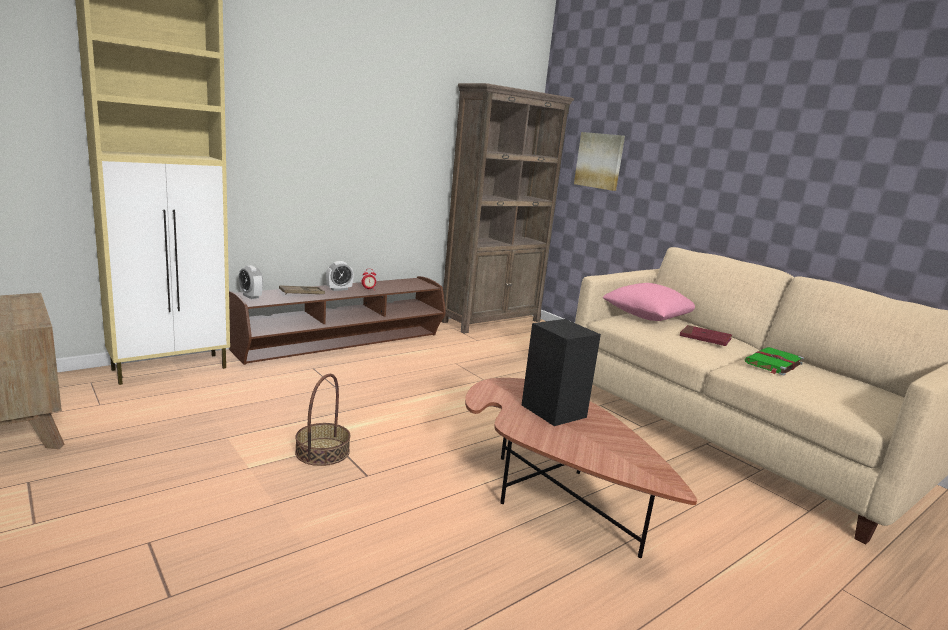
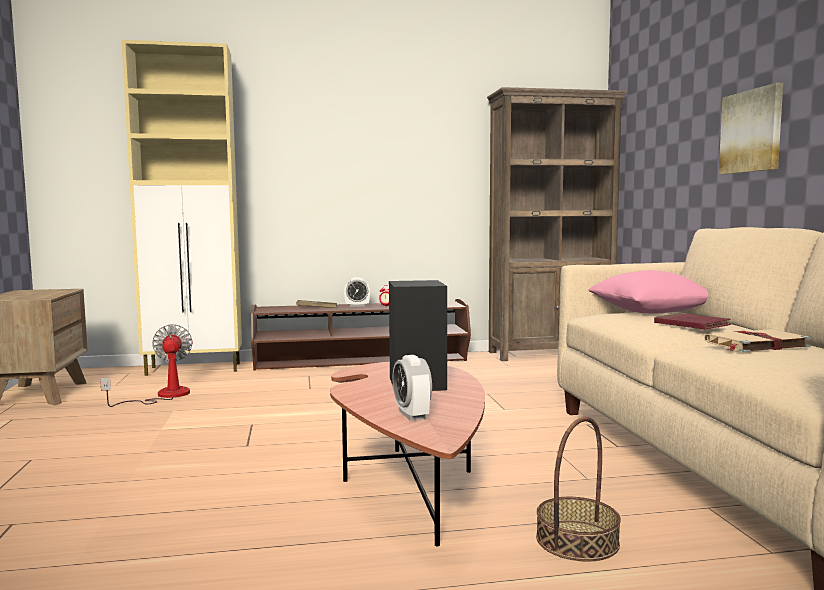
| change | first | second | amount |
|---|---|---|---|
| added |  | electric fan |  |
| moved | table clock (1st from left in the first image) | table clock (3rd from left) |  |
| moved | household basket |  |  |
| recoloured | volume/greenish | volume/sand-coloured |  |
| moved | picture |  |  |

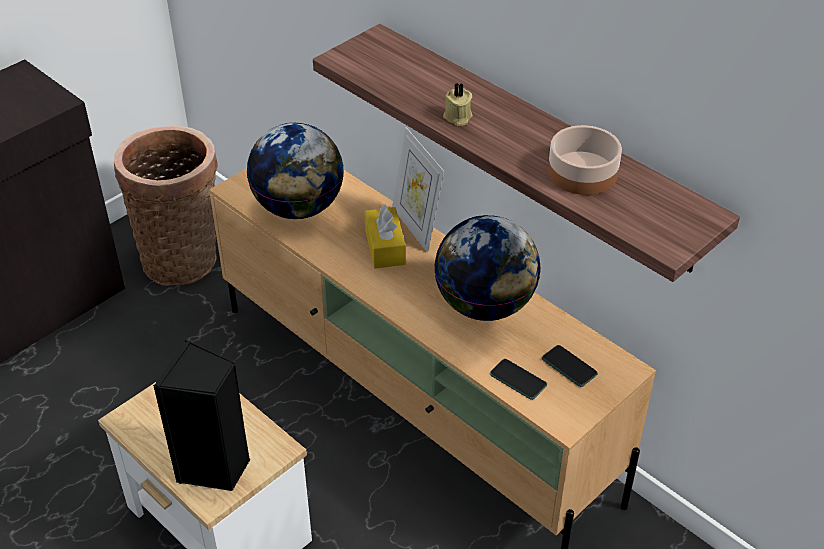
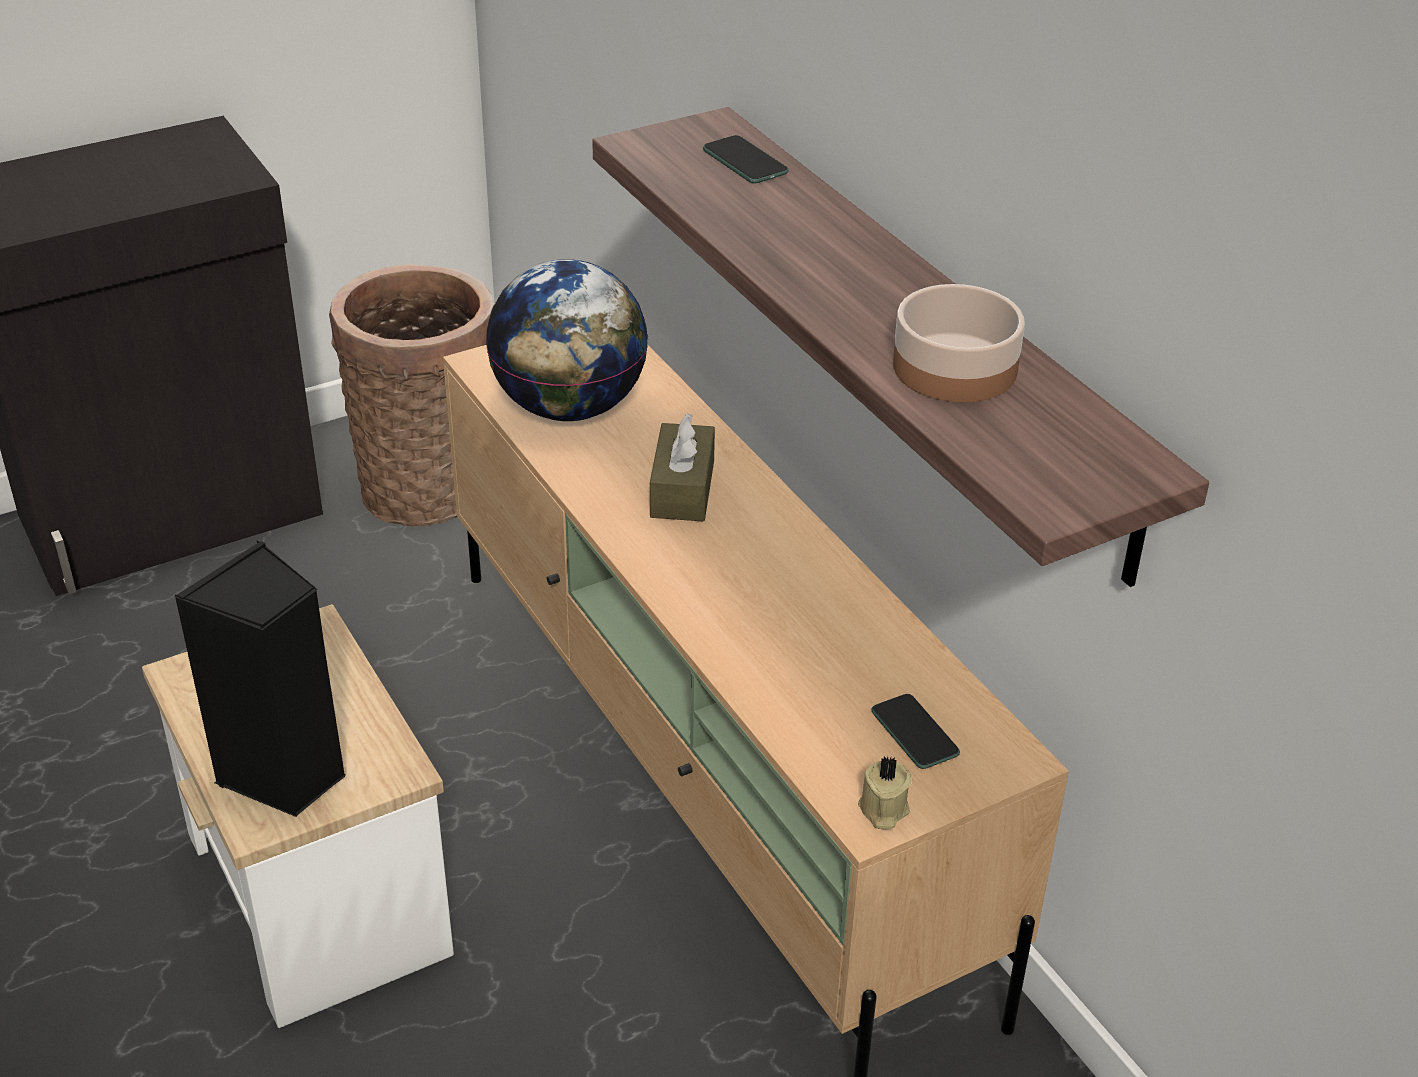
| change | first | second | amount |
|---|---|---|---|
| recoloured | tissue box/yellowish | tissue box/brown-coloured |  |
| moved | phone (1st from left) |  |  |
| moved | wax candle/sand-coloured |  |  |
| removed | photo frame |  |  |
| removed | world globe (2nd from left) |  |  |

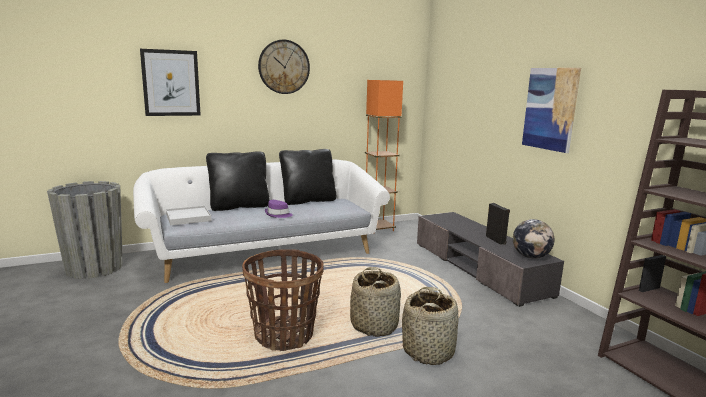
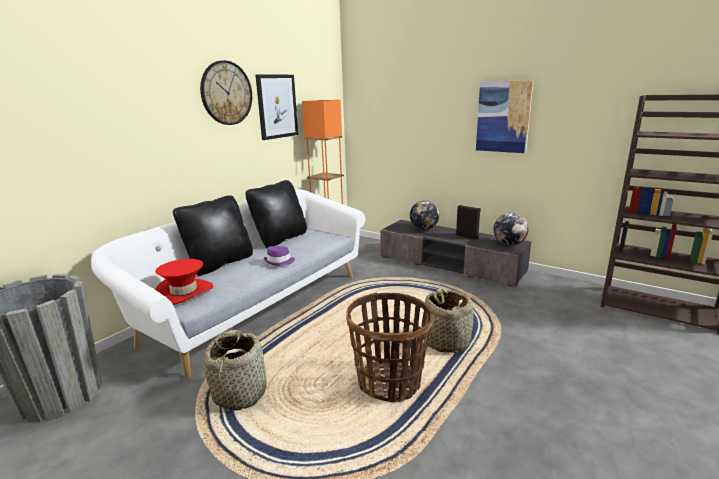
| change | first | second | amount |
|---|---|---|---|
| replaced | carrying tray/white-coloured | hat/reddish |  |
| moved | household basket (3rd from left in the first image) | household basket (1st from left) |  |
| moved | picture (1st from left) |  |  |
| added |  | world globe (1st from left) |  |

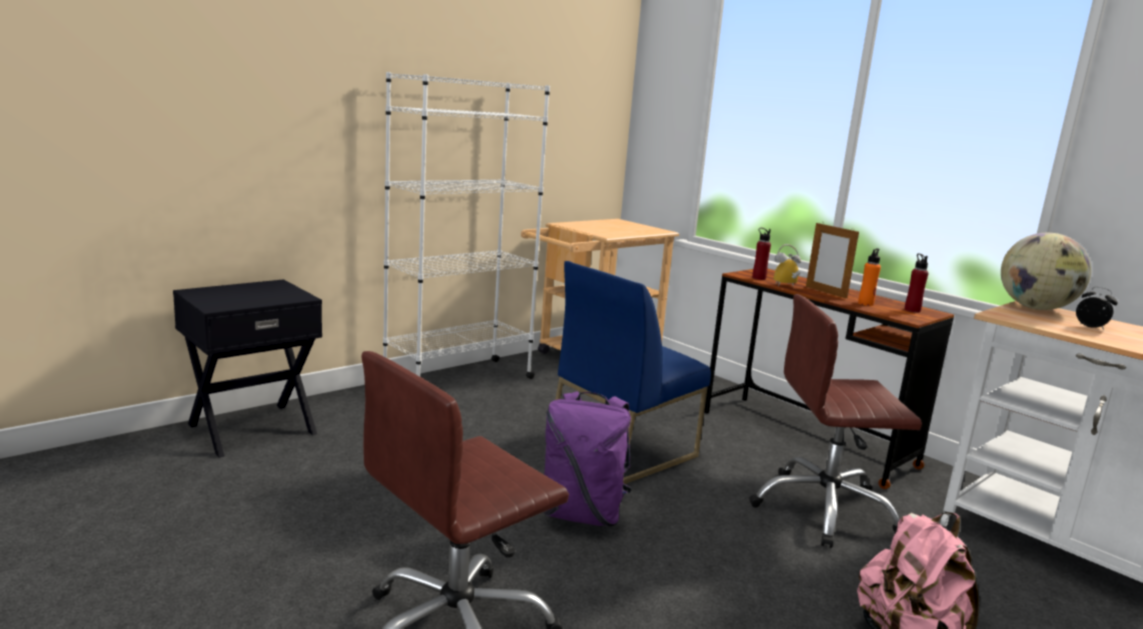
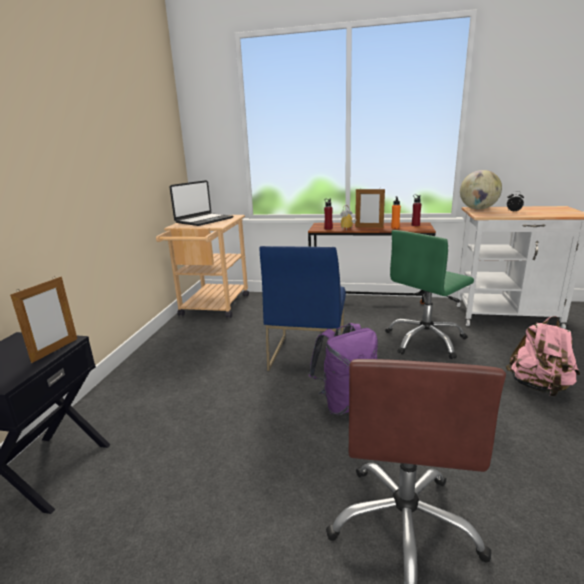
| change | first | second | amount |
|---|---|---|---|
| added |  | photo frame (1st from left) |  |
| added |  | notebook computer |  |
| recoloured | desk chair/brown-coloured (2nd from left) | desk chair/greenish |  |
| removed | bookcase/white-coloured |  |  |

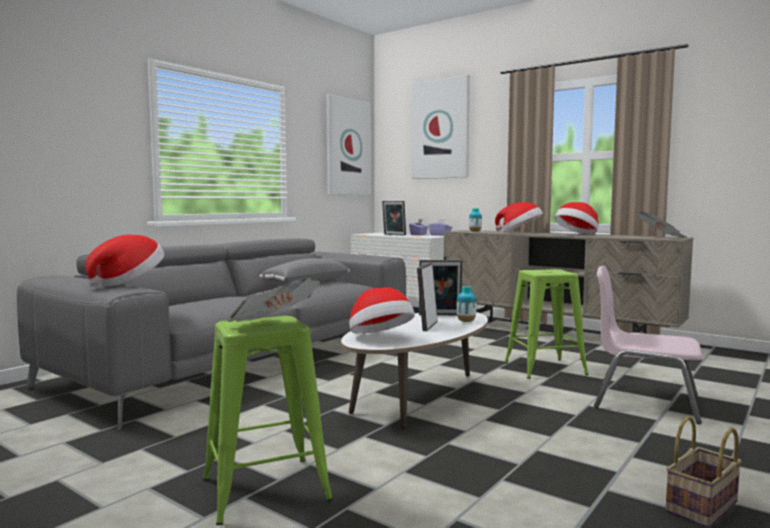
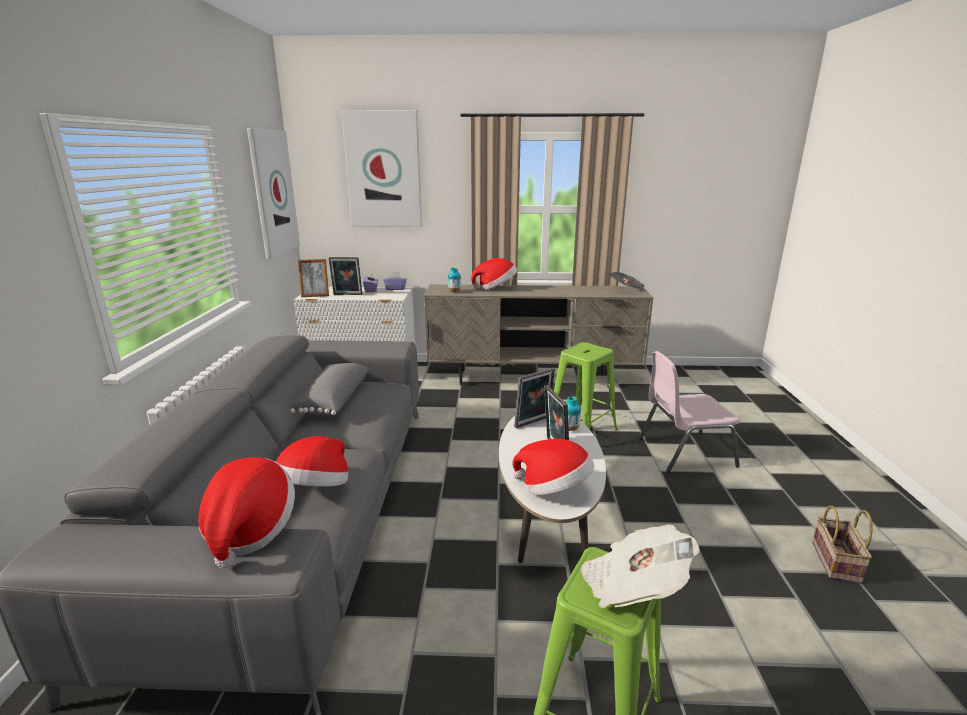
| change | first | second | amount |
|---|---|---|---|
| moved | hat (4th from left in the first image) | hat (2nd from left) |  |
| added |  | photo frame (1st from left) |  |

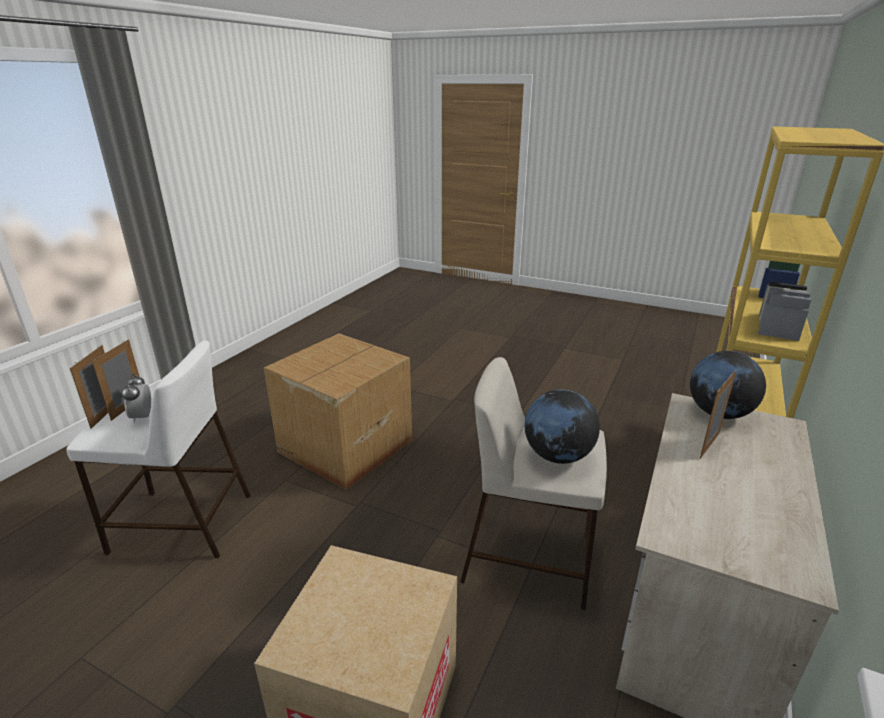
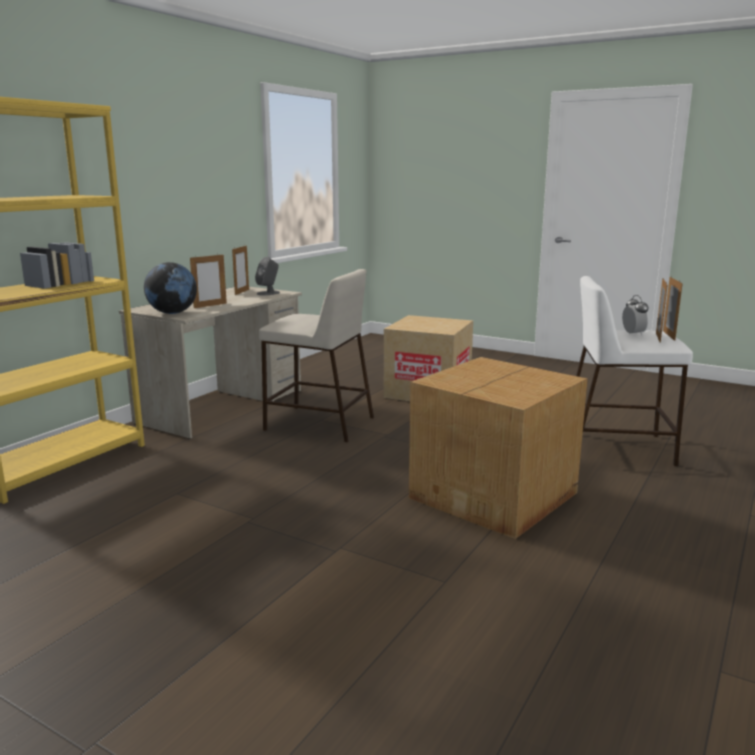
| change | first | second | amount |
|---|---|---|---|
| added |  | photo frame (2nd from left) |  |
| added |  | audio speaker/greyish |  |
| removed | world globe (1st from left) |  |  |

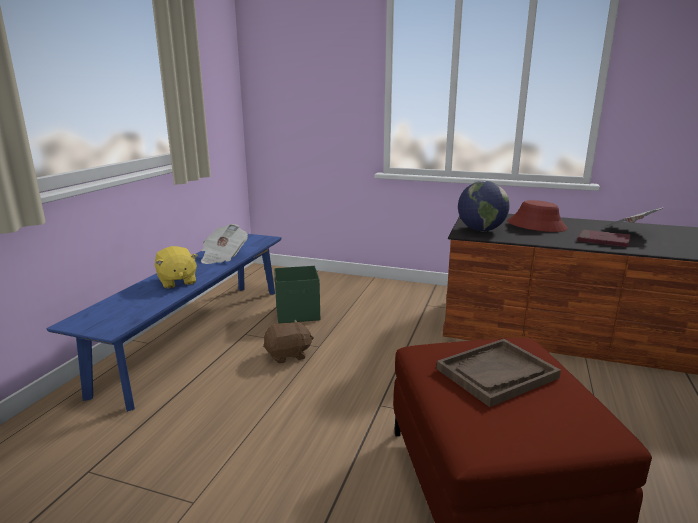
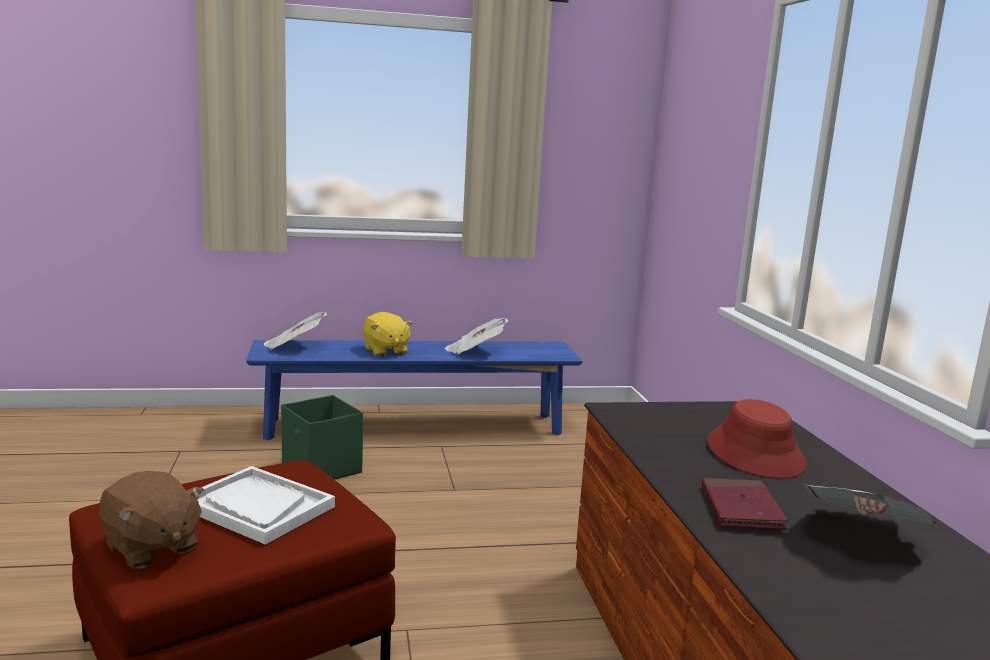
| change | first | second | amount |
|---|---|---|---|
| moved | plush toy/brown-coloured |  |  |
| recoloured | carrying tray/brown-coloured | carrying tray/white-coloured |  |
| added |  | daily paper (1st from left) |  |
| moved | storage box/greenish |  |  |
| turned | plush toy/yellowish |  | 60 degrees counterclockwise |
| removed | world globe |  |  |

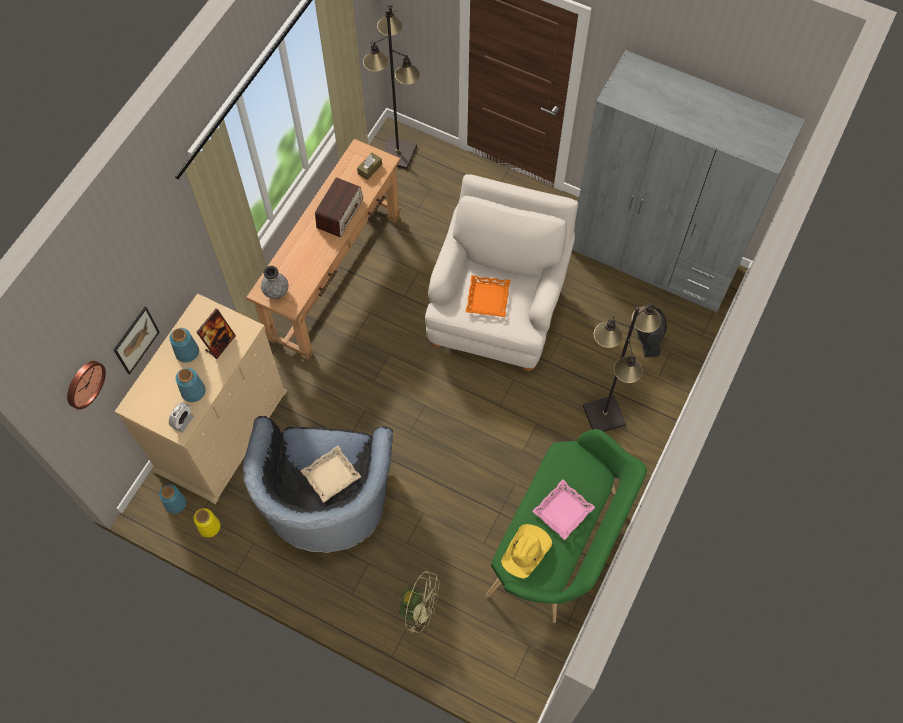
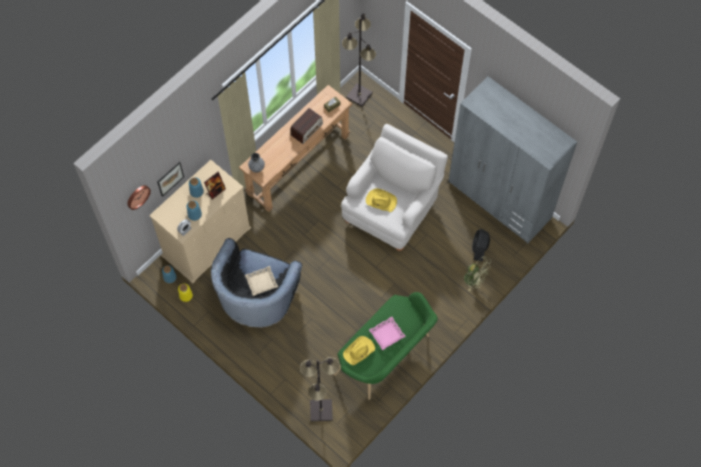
| change | first | second | amount |
|---|---|---|---|
| moved | standing lamp/black (2nd from left in the first image) | standing lamp/black (1st from left) |  |
| replaced | carrying tray/orange | hat/yellowish (2nd from left) |  |
| moved | electric fan/greenish |  |  |

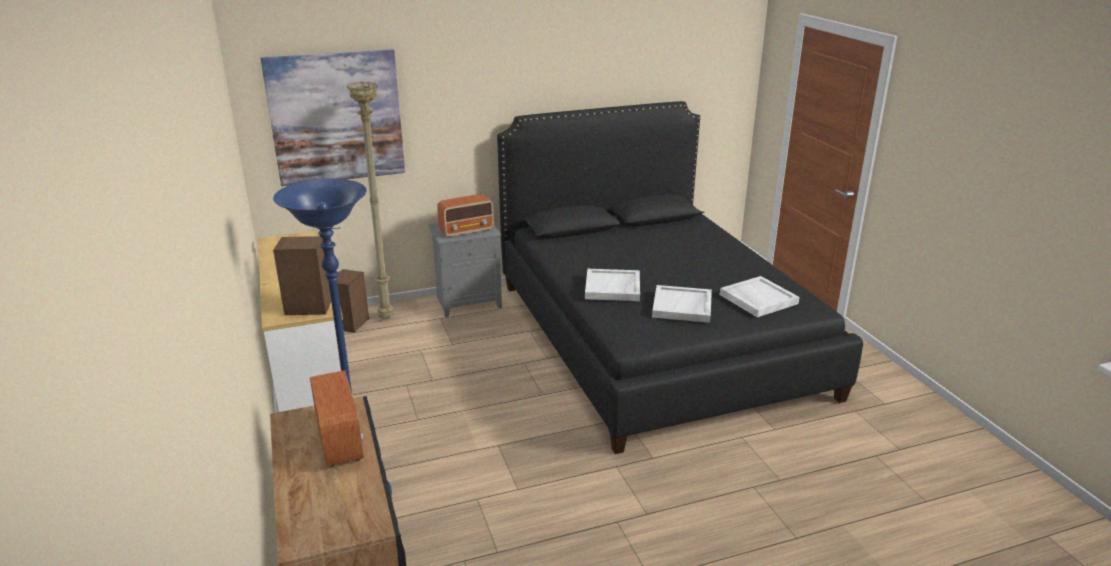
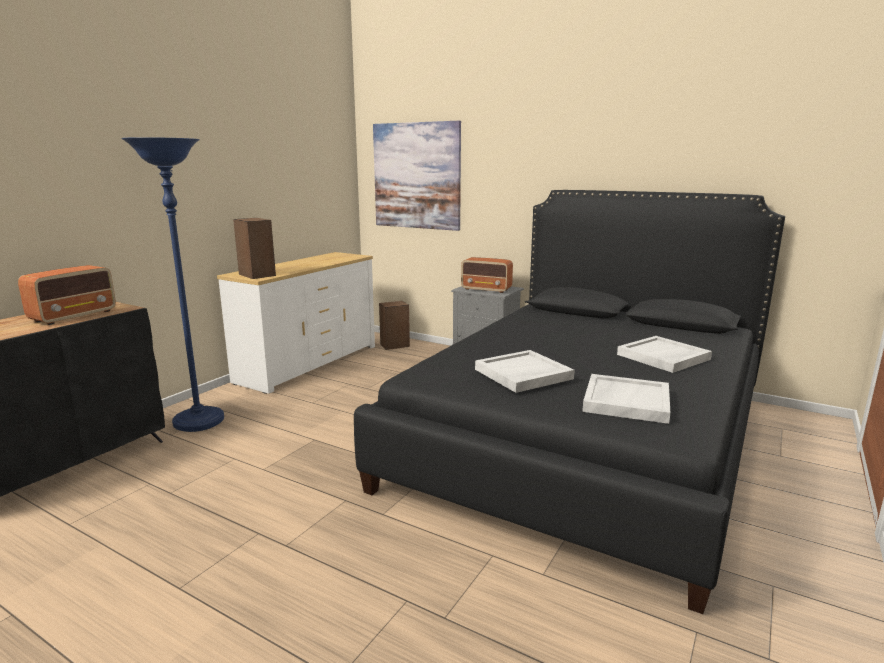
| change | first | second | amount |
|---|---|---|---|
| moved | carrying tray/white-coloured (1st from left in the first image) | carrying tray/white-coloured (3rd from left) |  |
| removed | standing lamp/sand-coloured |  |  |

